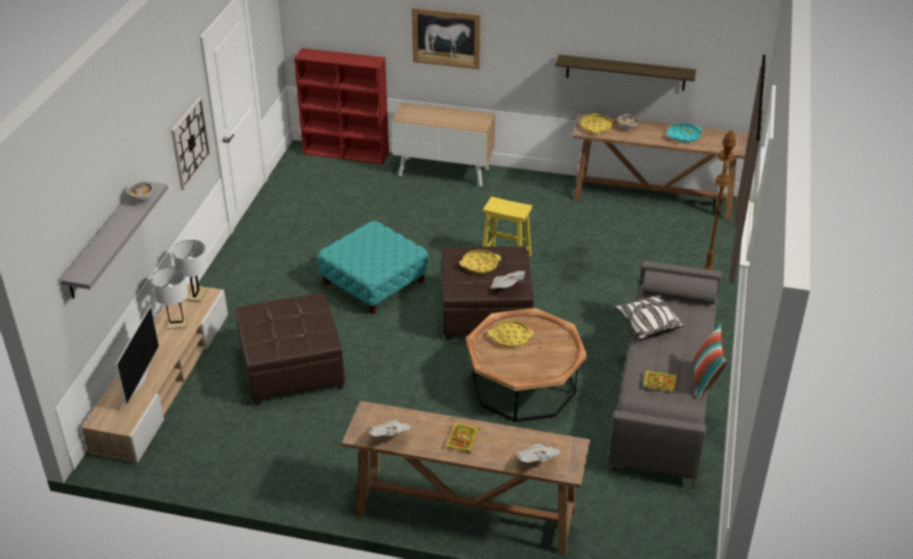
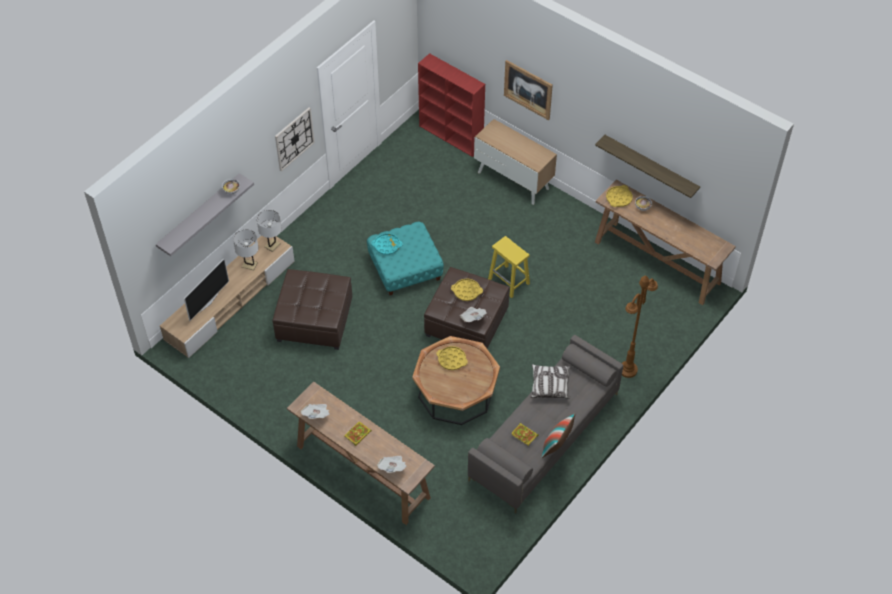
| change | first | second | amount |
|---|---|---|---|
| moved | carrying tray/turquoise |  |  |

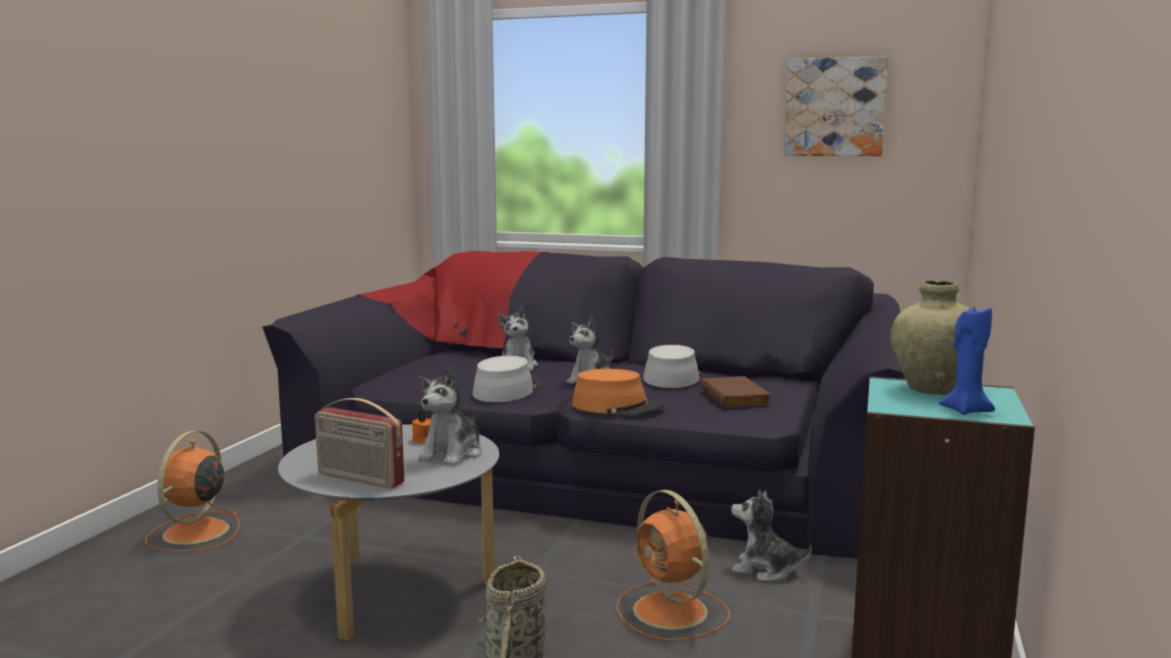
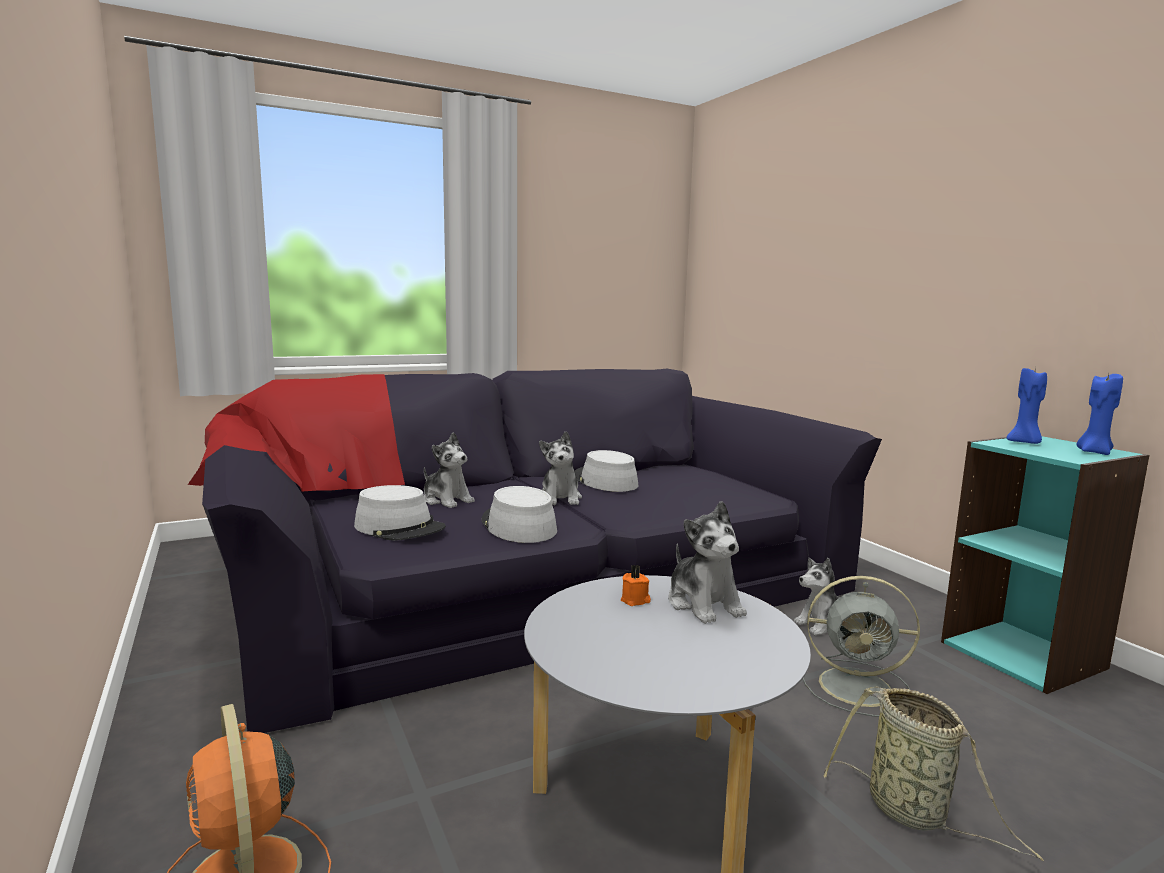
| change | first | second | amount |
|---|---|---|---|
| added |  | hat/greyish (1st from left) |  |
| recoloured | electric fan/orange (2nd from left) | electric fan/greyish |  |
| replaced | decorative vase/sand-coloured | wax candle/bluish (1st from left) |  |
| removed | radio set |  |  |
| removed | hat/orange |  |  |
| removed | volume/brown-coloured |  |  |
| removed | picture |  |  |

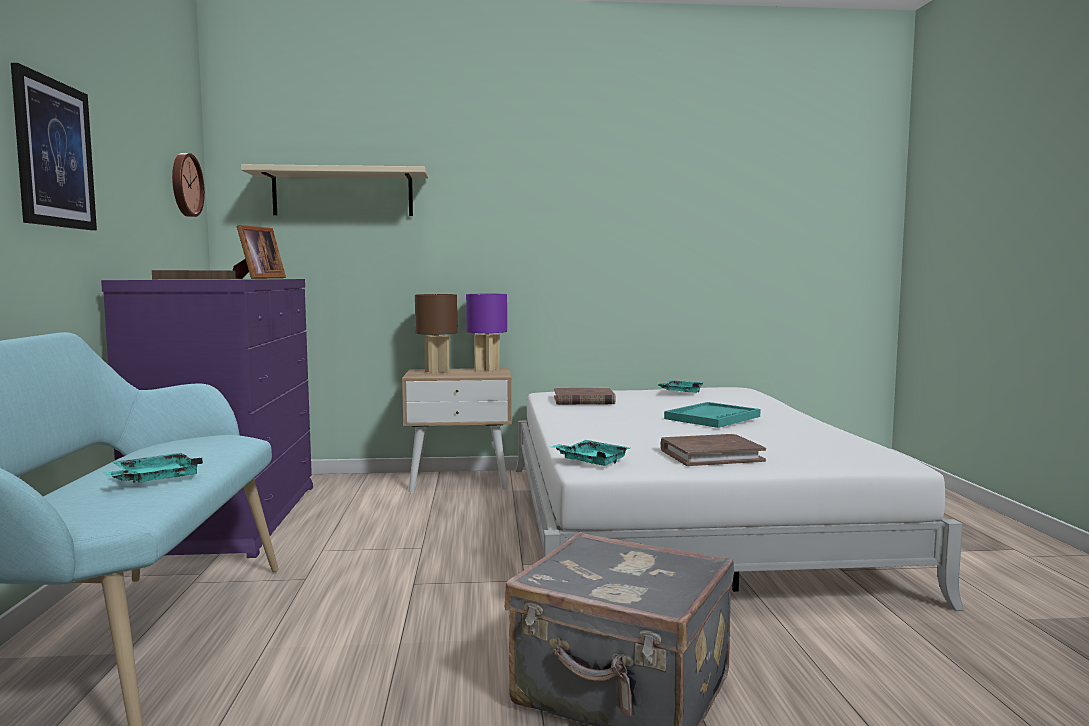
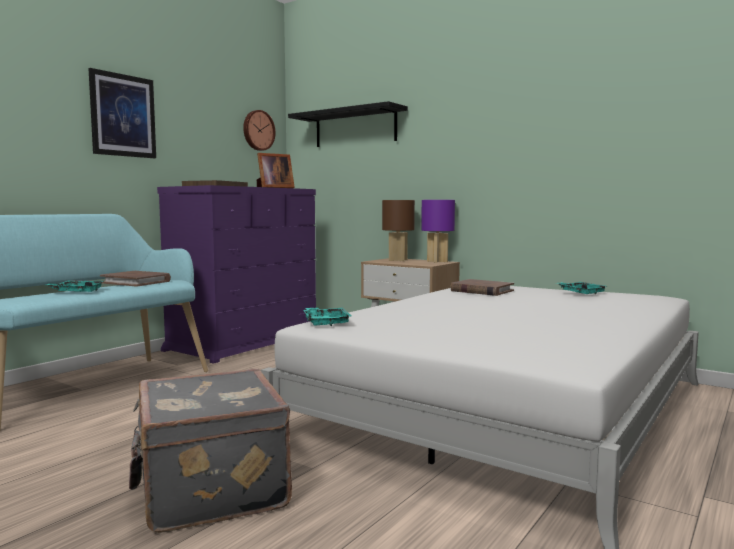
| change | first | second | amount |
|---|---|---|---|
| moved | volume/brown-coloured (2nd from left in the first image) | volume/brown-coloured (1st from left) |  |
| recoloured | shelf/sand-coloured | shelf/black |  |
| removed | carrying tray/turquoise (4th from left) |  |  |

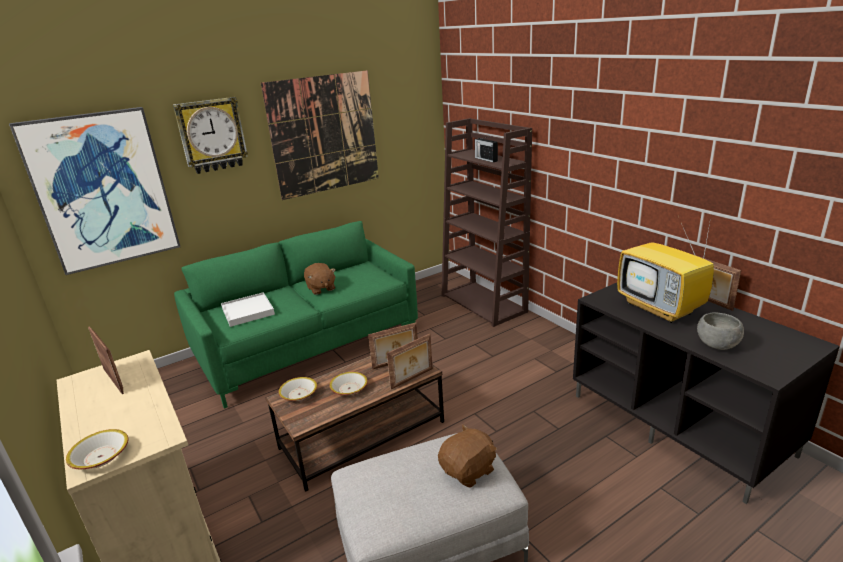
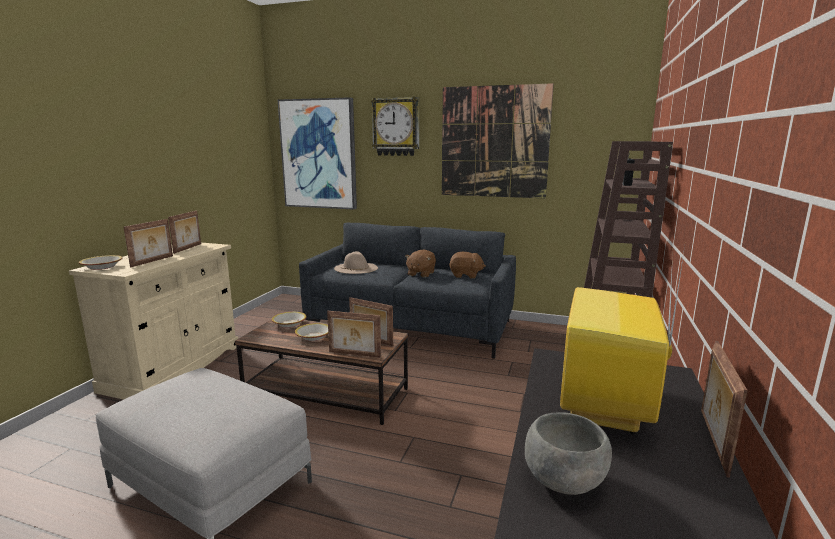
| change | first | second | amount |
|---|---|---|---|
| added |  | photo frame (1st from left) |  |
| recoloured | settee/greenish | settee/greyish |  |
| replaced | carrying tray/white-coloured | hat/sand-coloured |  |
| moved | plush toy/brown-coloured (2nd from left) |  |  |

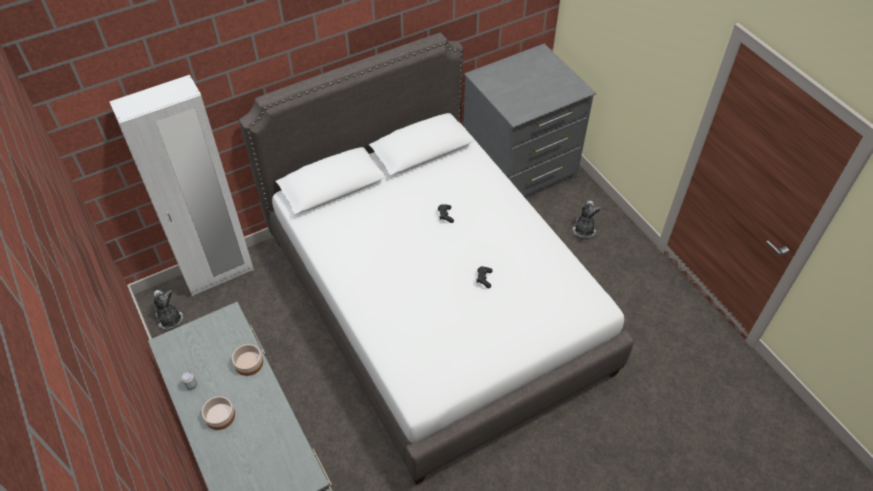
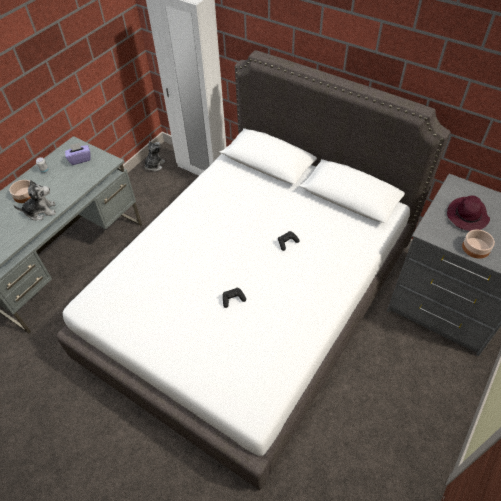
| change | first | second | amount |
|---|---|---|---|
| moved | plush toy (2nd from left in the first image) | plush toy (1st from left) |  |
| added |  | tissue box/purple-coloured |  |
| added |  | hat/purple-coloured |  |
| moved | bowl (2nd from left) |  |  |

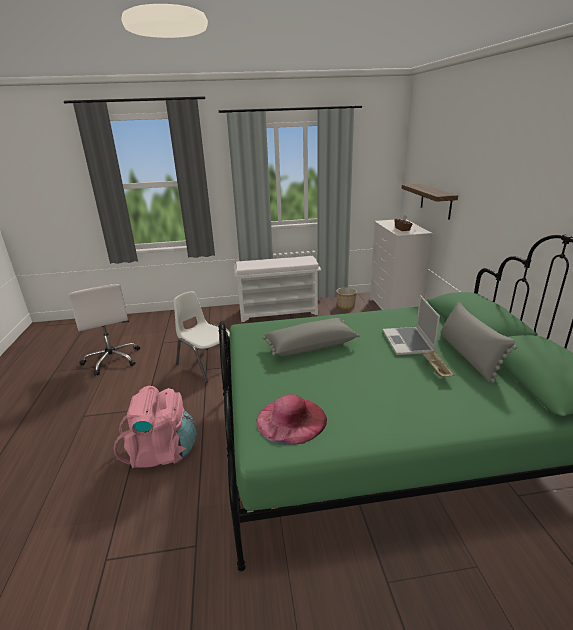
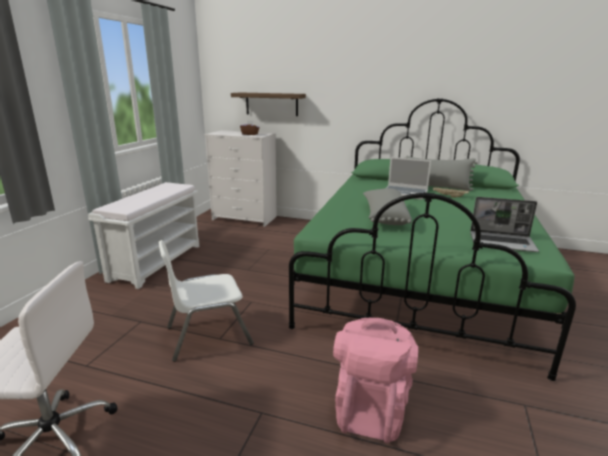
| change | first | second | amount |
|---|---|---|---|
| replaced | hat/pinkish | notebook computer (2nd from left) |  |
| removed | flower pot |  |  |

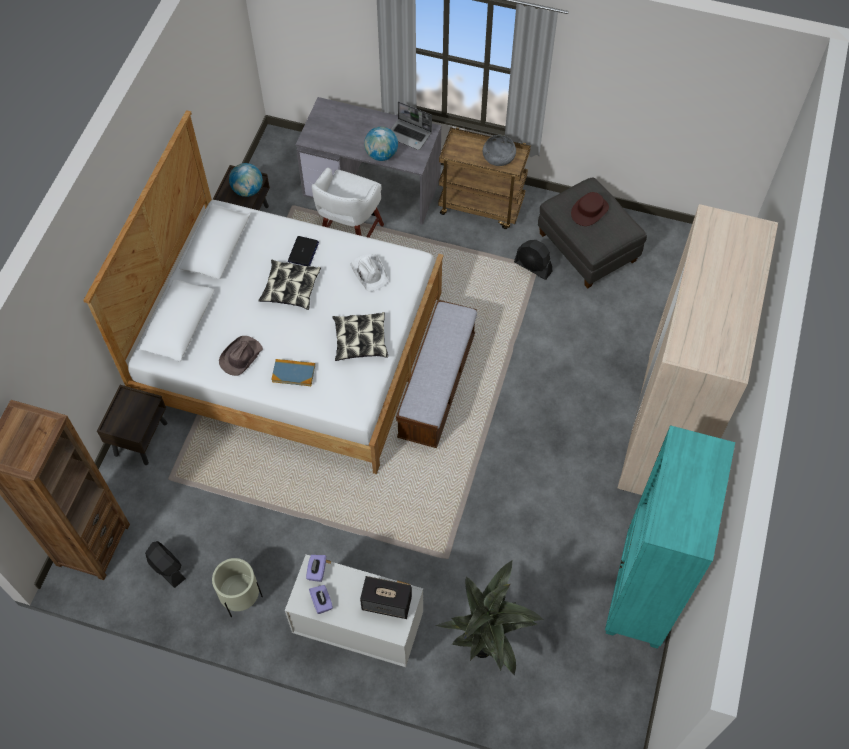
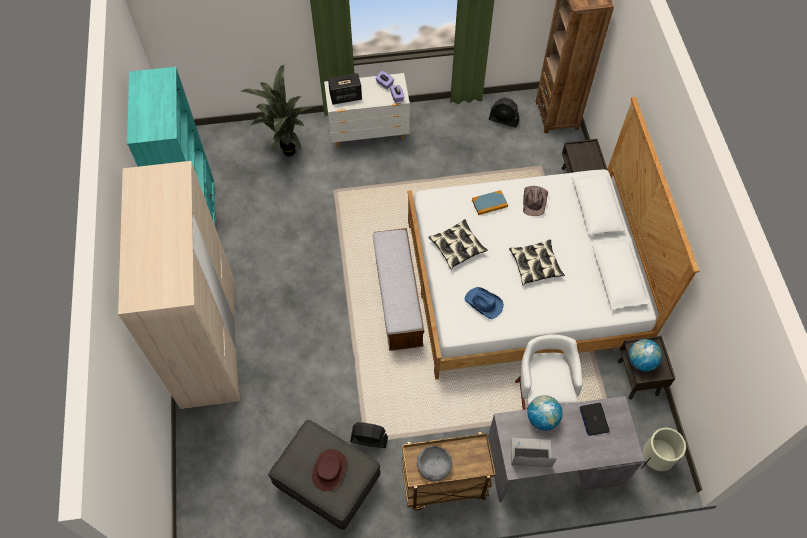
| change | first | second | amount |
|---|---|---|---|
| recoloured | hat/white-coloured | hat/bluish |  |
| moved | notebook computer (1st from left in the first image) | notebook computer (2nd from left) |  |
| moved | flower pot/sand-coloured |  |  |

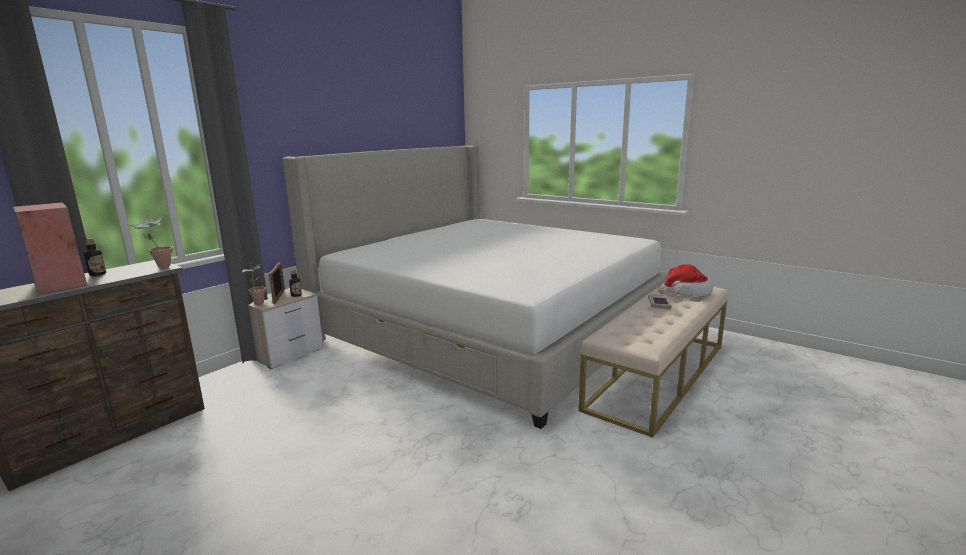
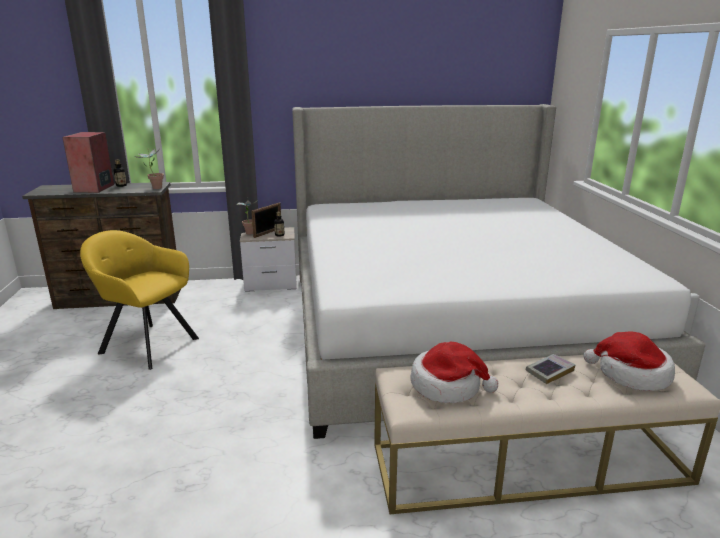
| change | first | second | amount |
|---|---|---|---|
| added |  | armchair/yellowish |  |
| added |  | hat (1st from left) |  |

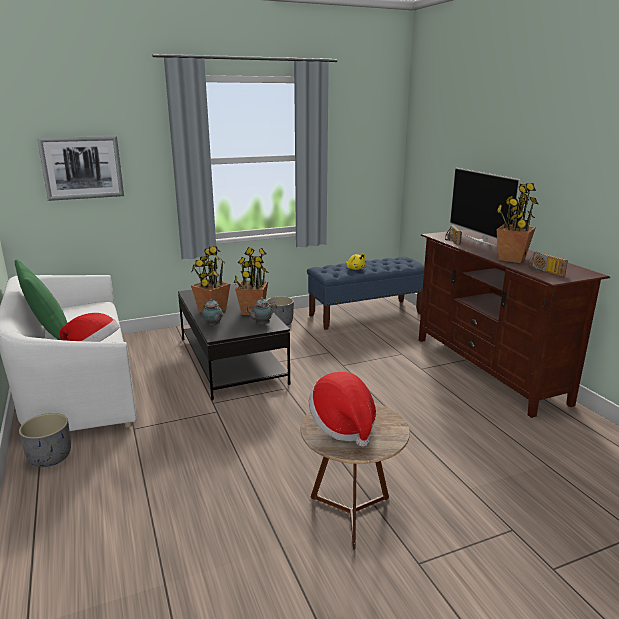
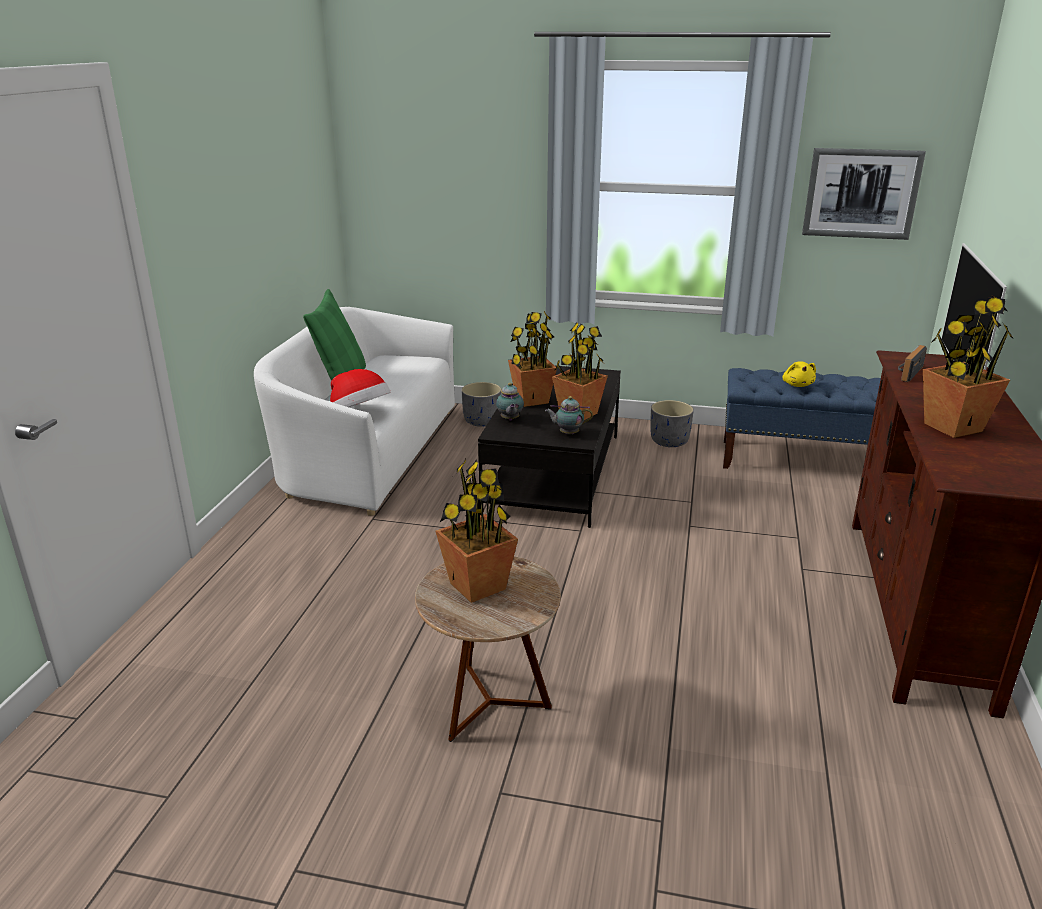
| change | first | second | amount |
|---|---|---|---|
| replaced | hat (2nd from left) | houseplant (1st from left) |  |
| moved | flower pot/greyish (1st from left) |  |  |
| moved | picture |  |  |
| removed | radio set (2nd from left) |  |  |

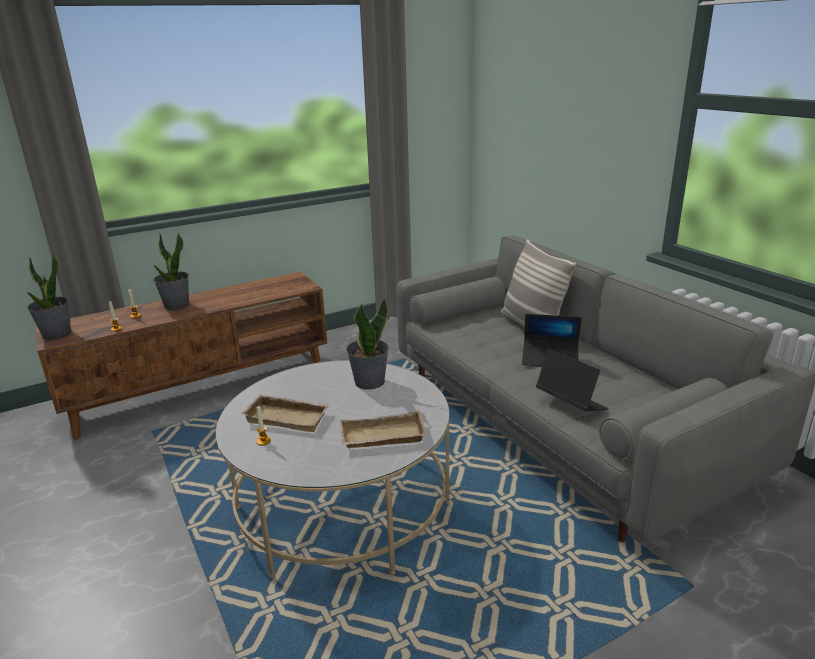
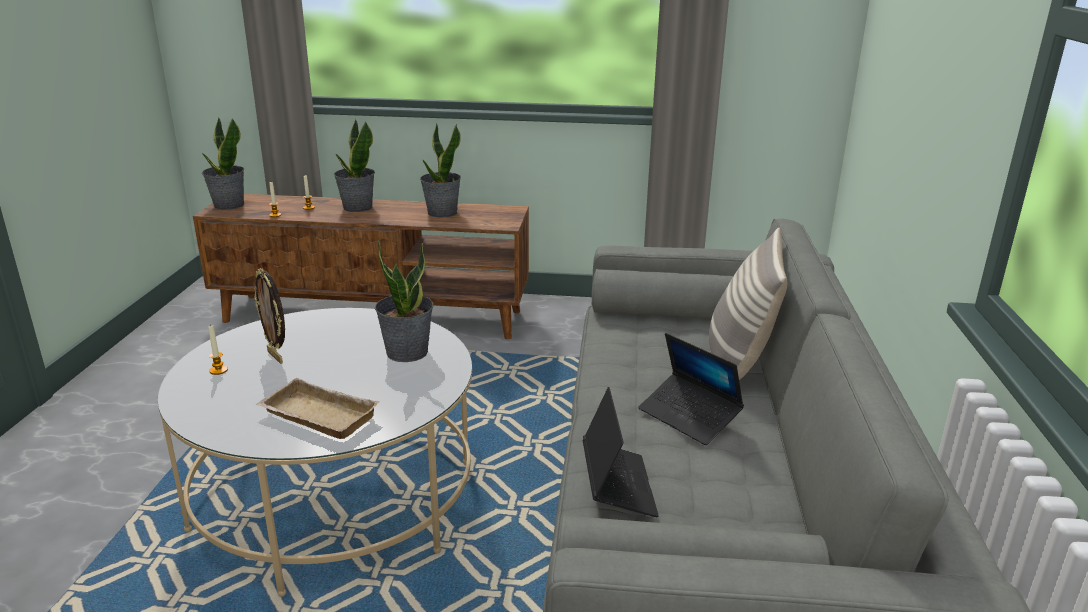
| change | first | second | amount |
|---|---|---|---|
| replaced | carrying tray/sand-coloured (1st from left) | photo frame |  |
| added |  | houseplant (4th from left) |  |

